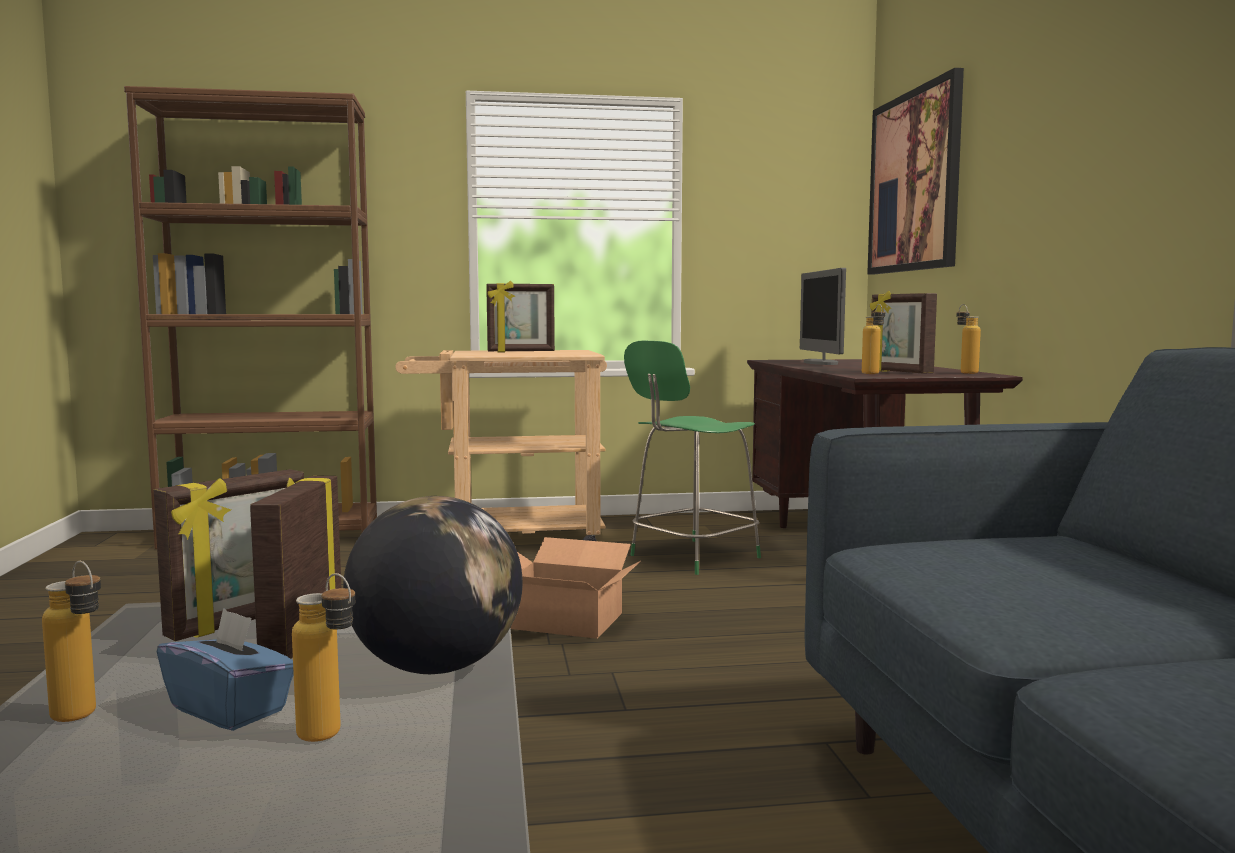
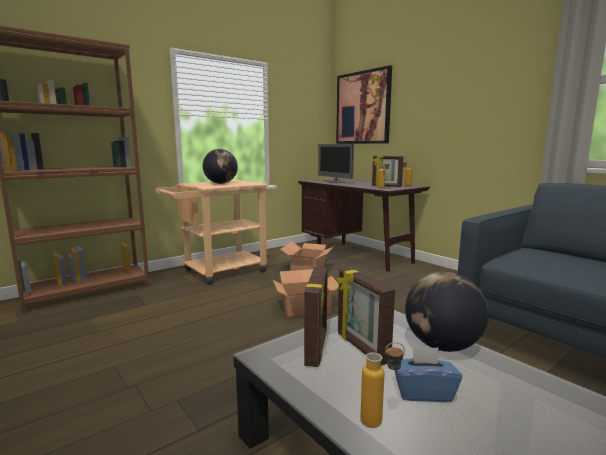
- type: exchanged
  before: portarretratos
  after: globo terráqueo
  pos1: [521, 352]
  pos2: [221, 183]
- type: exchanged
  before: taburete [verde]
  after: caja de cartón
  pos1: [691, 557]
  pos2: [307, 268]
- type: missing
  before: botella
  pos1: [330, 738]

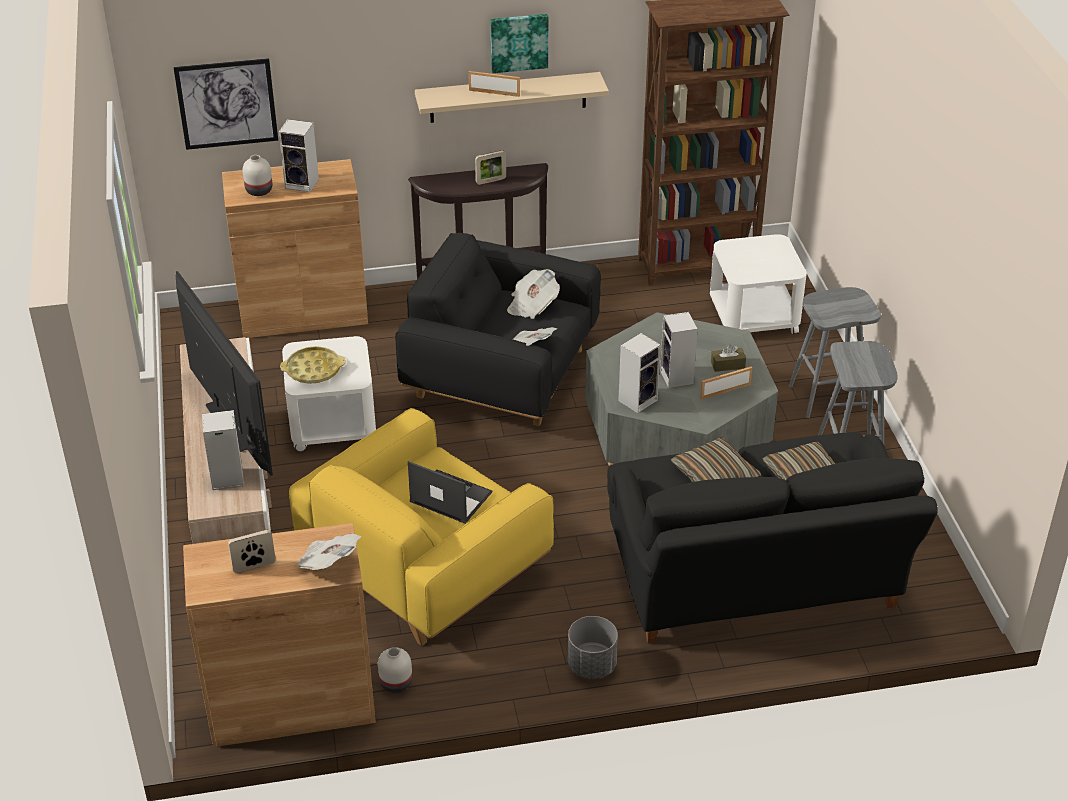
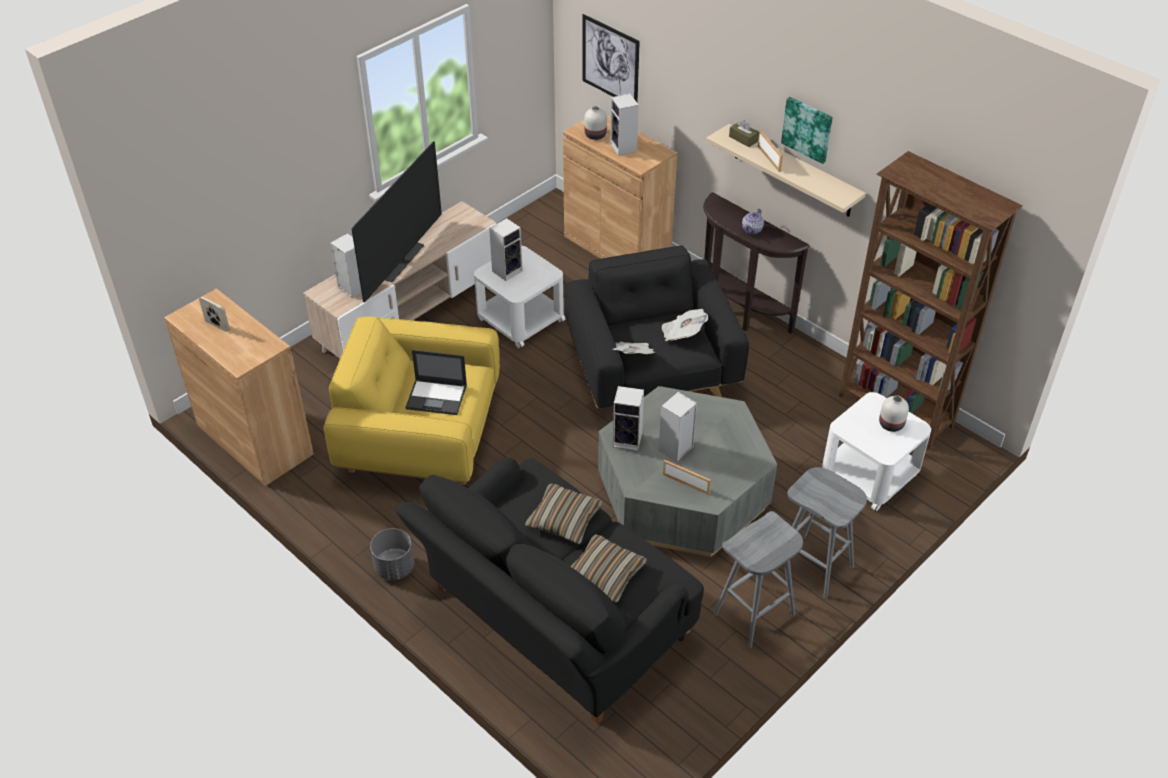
- type: spun
  before: portátil
  pos1: [450, 497]
  pos2: [437, 397]
  turn: 105
- type: exchanged
  before: bandeja [amarillo]
  after: altavoz
  pos1: [313, 369]
  pos2: [507, 270]
- type: relocated
  before: caja de pañuelos [marrón]
  pos1: [727, 365]
  pos2: [743, 139]
- type: exchanged
  before: portarretratos
  after: tetera
  pos1: [491, 181]
  pos2: [752, 229]
- type: relocated
  before: florero [blanco]
  pos1: [396, 682]
  pos2: [891, 424]
- type: missing
  before: periódico
  pos1: [329, 563]

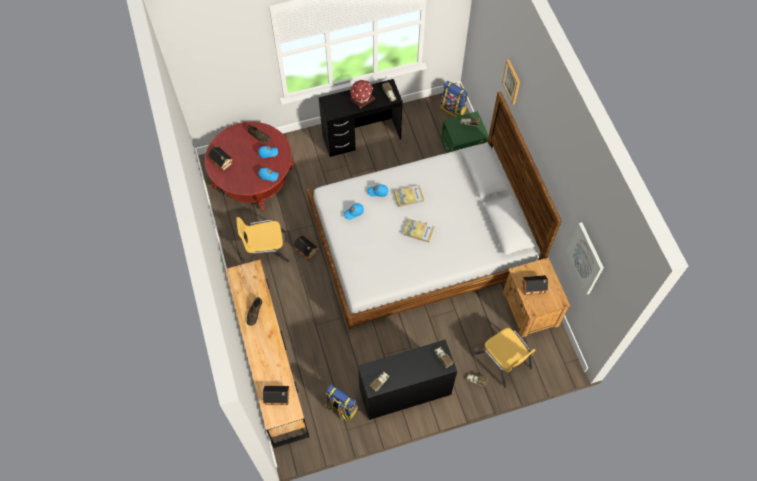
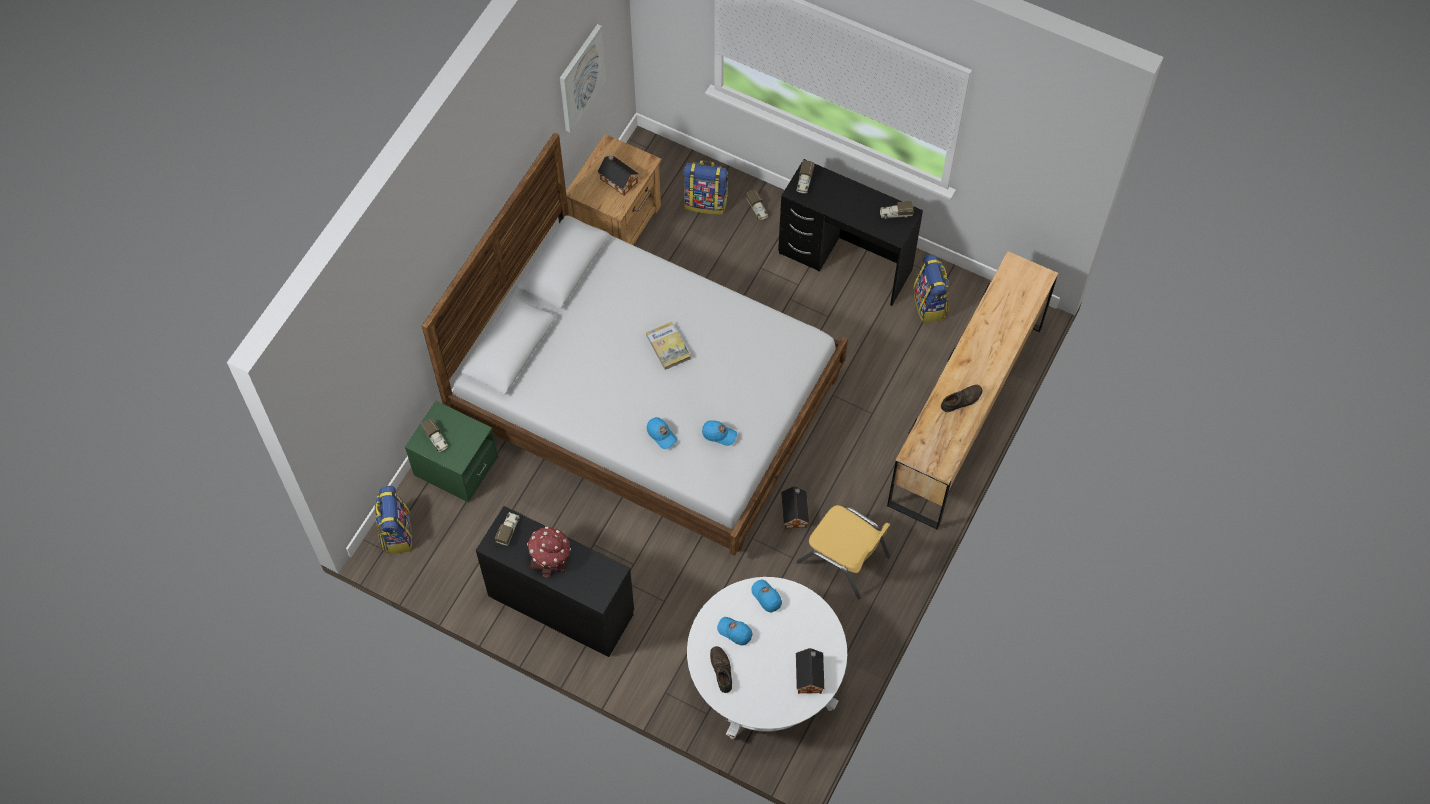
- type: exchanged
  before: silla [amarillo]
  after: mochila
  pos1: [504, 361]
  pos2: [706, 202]
- type: colour
  before: mesa de centro [rojo]
  after: mesa de centro [blanco]
  pos1: [253, 178]
  pos2: [765, 676]
- type: missing
  before: casita
  pos1: [278, 397]
- type: missing
  before: libro
  pos1: [409, 196]
- type: missing
  before: cuadro
  pos1: [512, 82]

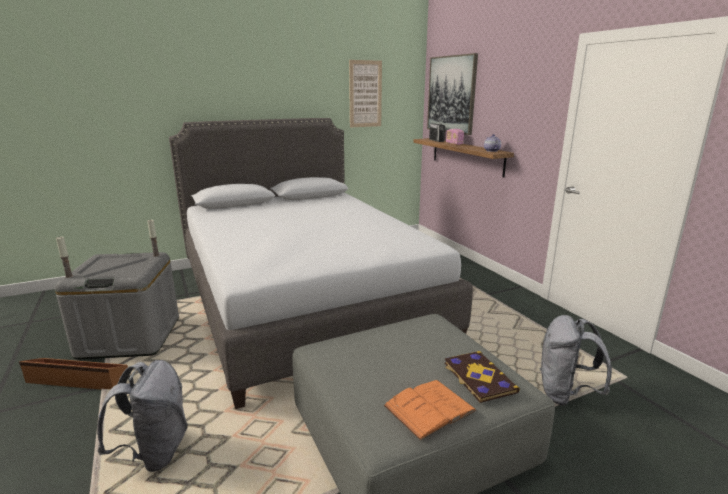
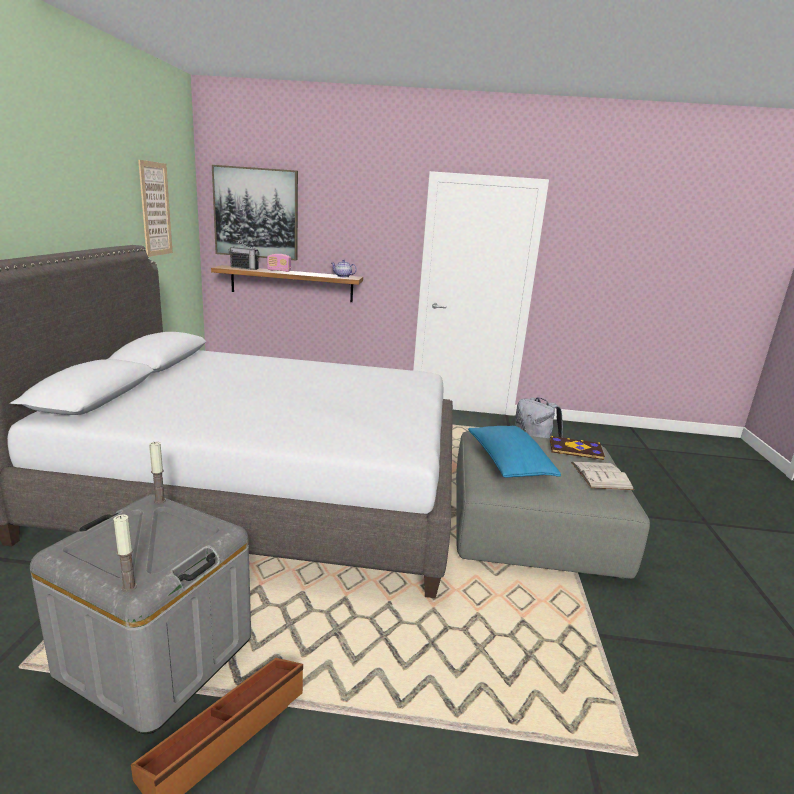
- type: appeared
  after: cojín [azul]
  pos2: [508, 464]
- type: colour
  before: libro [naranja]
  after: libro [blanco]
  pos1: [429, 408]
  pos2: [601, 475]
- type: missing
  before: mochila [gris]
  pos1: [155, 452]

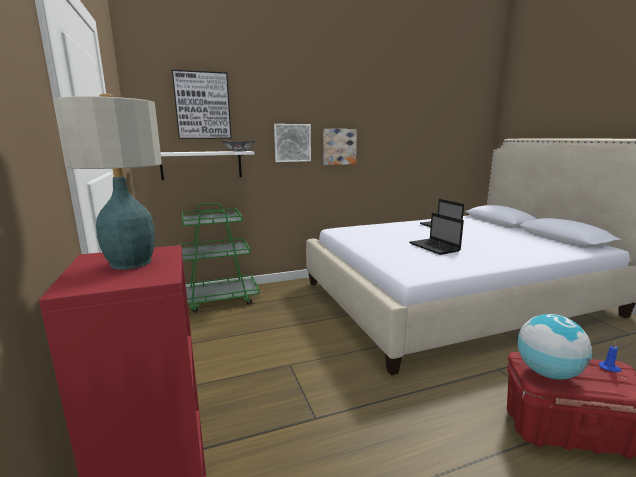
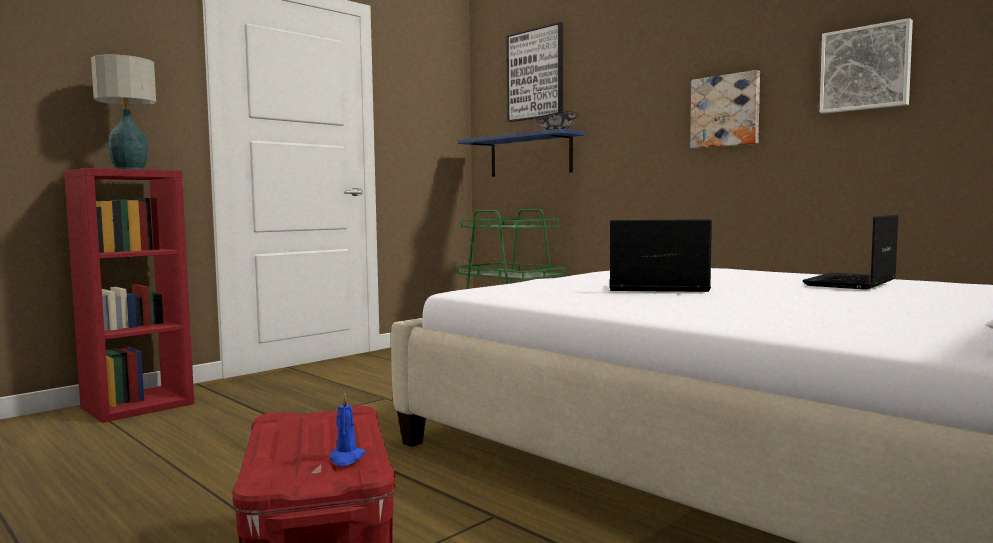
- type: colour
  before: estante [blanco]
  after: estante [azul]
  pos1: [201, 165]
  pos2: [530, 155]
- type: spun
  before: portátil
  pos1: [435, 247]
  pos2: [654, 288]
  turn: 60
- type: relocated
  before: cuadro
  pos1: [292, 143]
  pos2: [865, 68]
- type: missing
  before: globo terráqueo
  pos1: [547, 373]

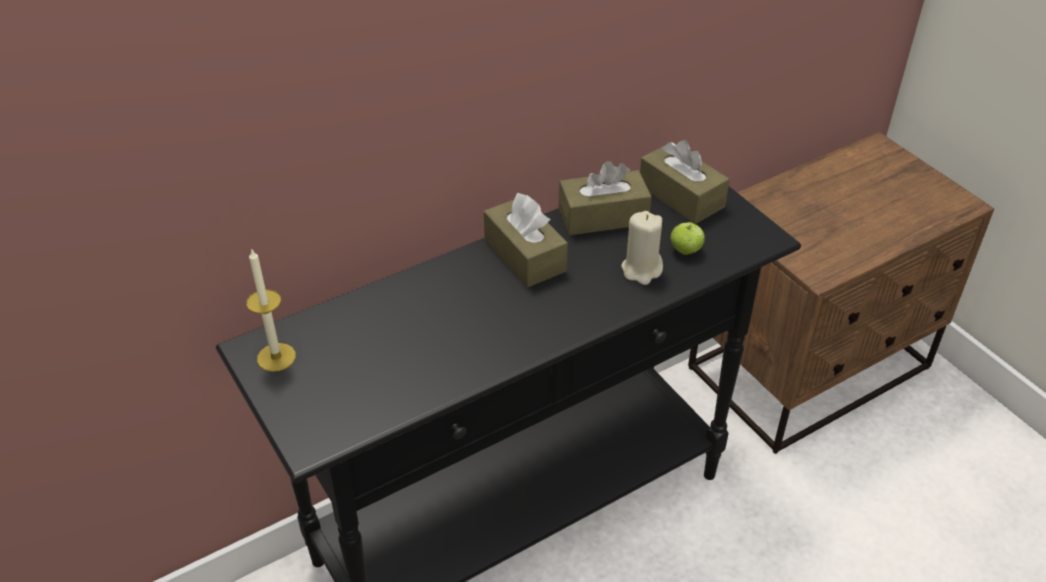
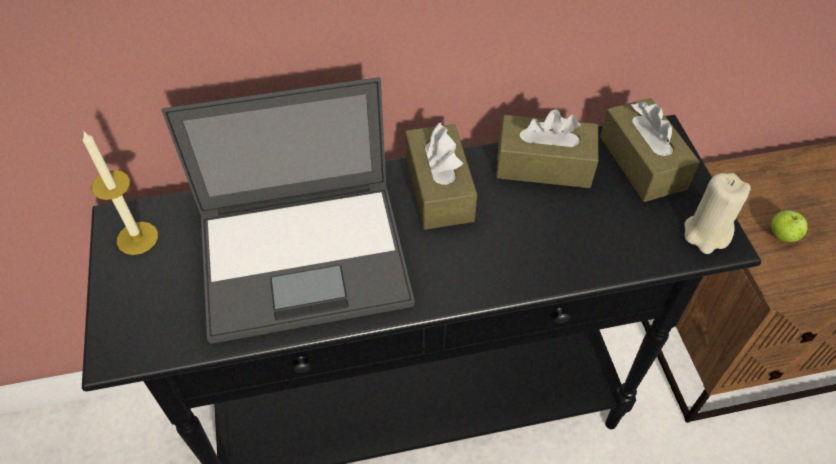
- type: appeared
  after: portátil
  pos2: [307, 257]
- type: relocated
  before: vela [beis]
  pos1: [641, 270]
  pos2: [706, 234]
- type: relocated
  before: manzana
  pos1: [685, 250]
  pos2: [782, 236]

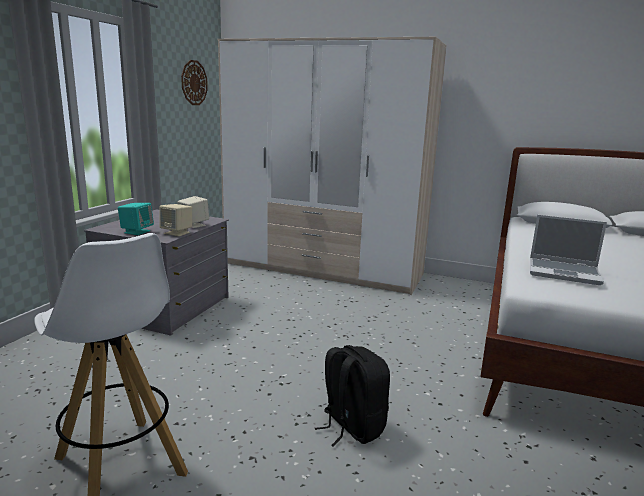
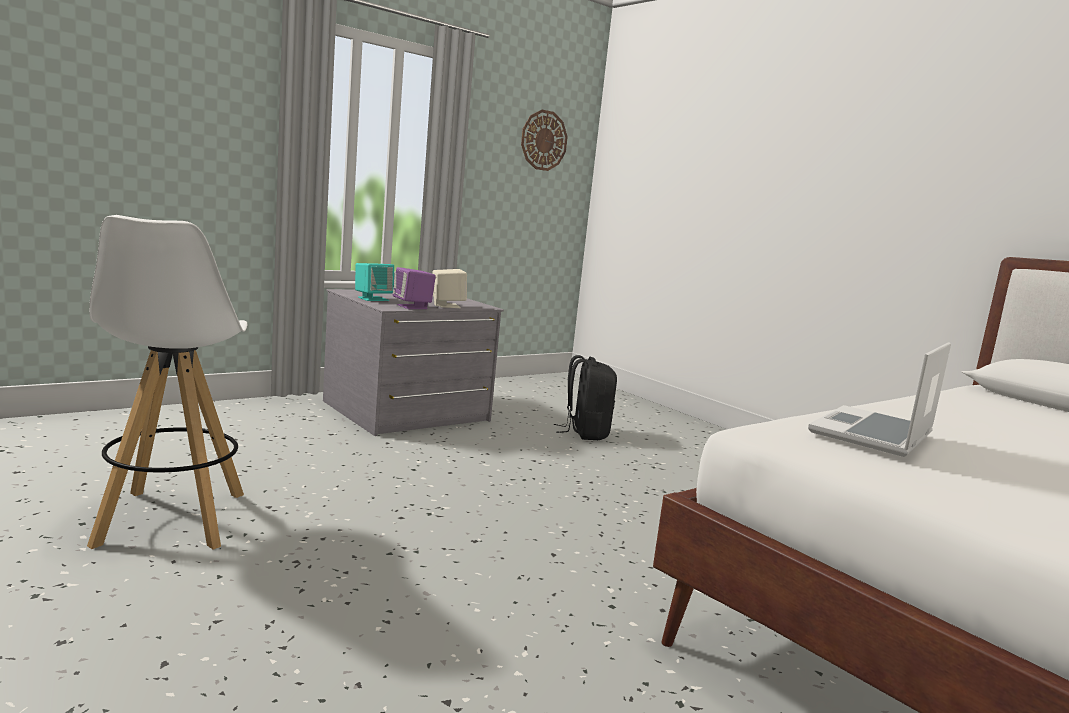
- type: colour
  before: altavoz [beis]
  after: altavoz [morado]
  pos1: [177, 233]
  pos2: [412, 307]
- type: relocated
  before: mochila [negro]
  pos1: [351, 427]
  pos2: [585, 433]
- type: spun
  before: portátil
  pos1: [564, 272]
  pos2: [873, 434]
  turn: 75
- type: missing
  before: armario ropero
  pos1: [322, 269]

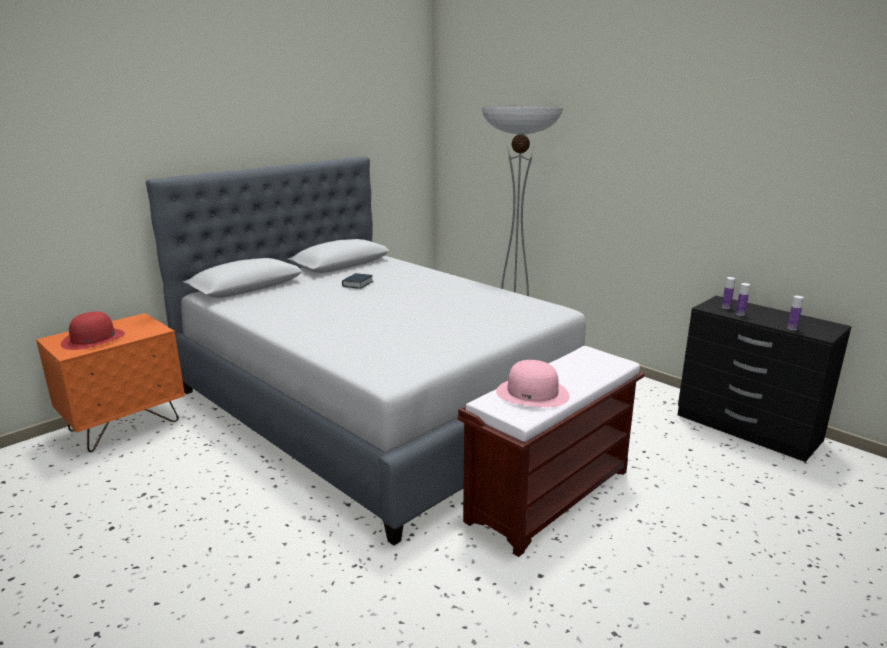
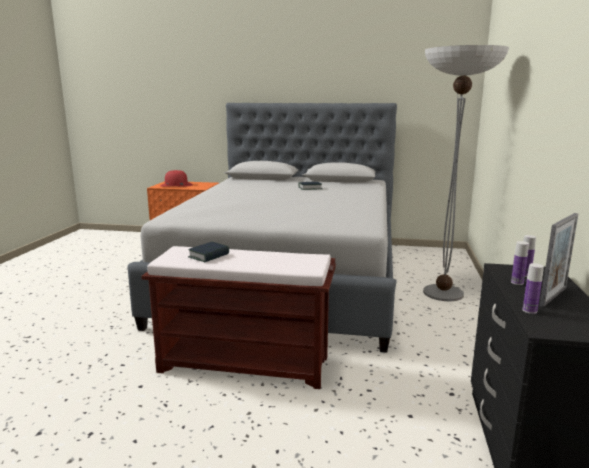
- type: exchanged
  before: sombrero [rosa]
  after: libro
  pos1: [532, 393]
  pos2: [209, 256]
- type: appeared
  after: portarretratos
  pos2: [553, 296]

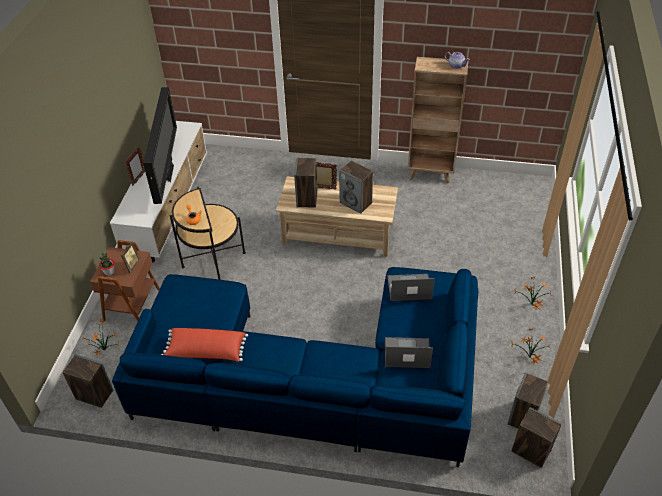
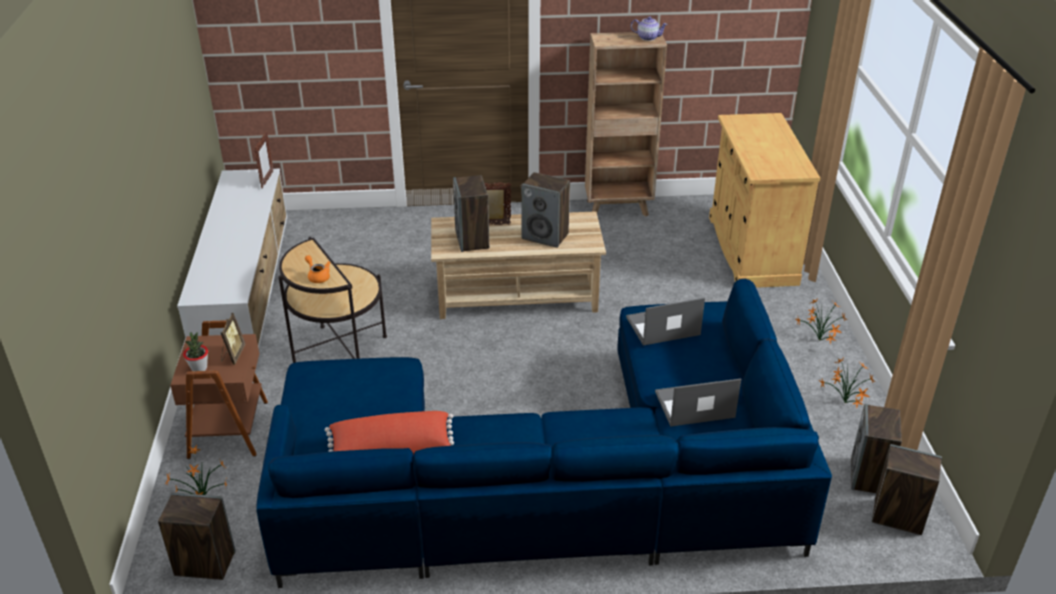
- type: relocated
  before: portarretratos
  pos1: [139, 178]
  pos2: [267, 180]
- type: appeared
  after: armario [beis]
  pos2: [751, 250]
- type: missing
  before: televisor
  pos1: [168, 172]

